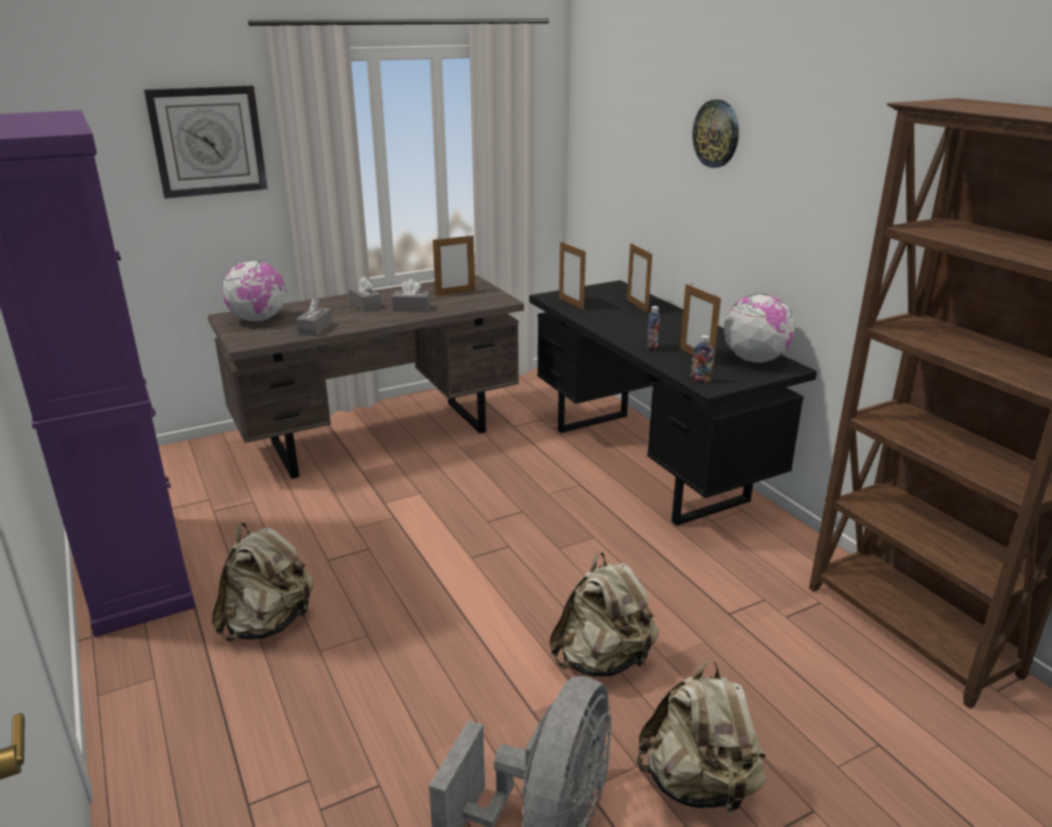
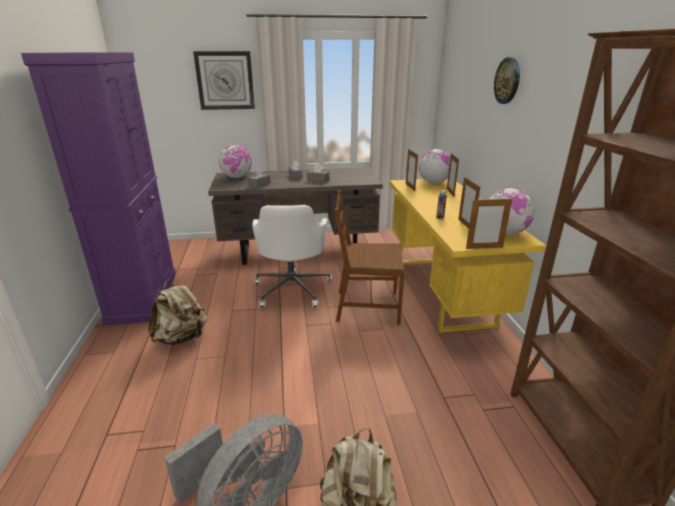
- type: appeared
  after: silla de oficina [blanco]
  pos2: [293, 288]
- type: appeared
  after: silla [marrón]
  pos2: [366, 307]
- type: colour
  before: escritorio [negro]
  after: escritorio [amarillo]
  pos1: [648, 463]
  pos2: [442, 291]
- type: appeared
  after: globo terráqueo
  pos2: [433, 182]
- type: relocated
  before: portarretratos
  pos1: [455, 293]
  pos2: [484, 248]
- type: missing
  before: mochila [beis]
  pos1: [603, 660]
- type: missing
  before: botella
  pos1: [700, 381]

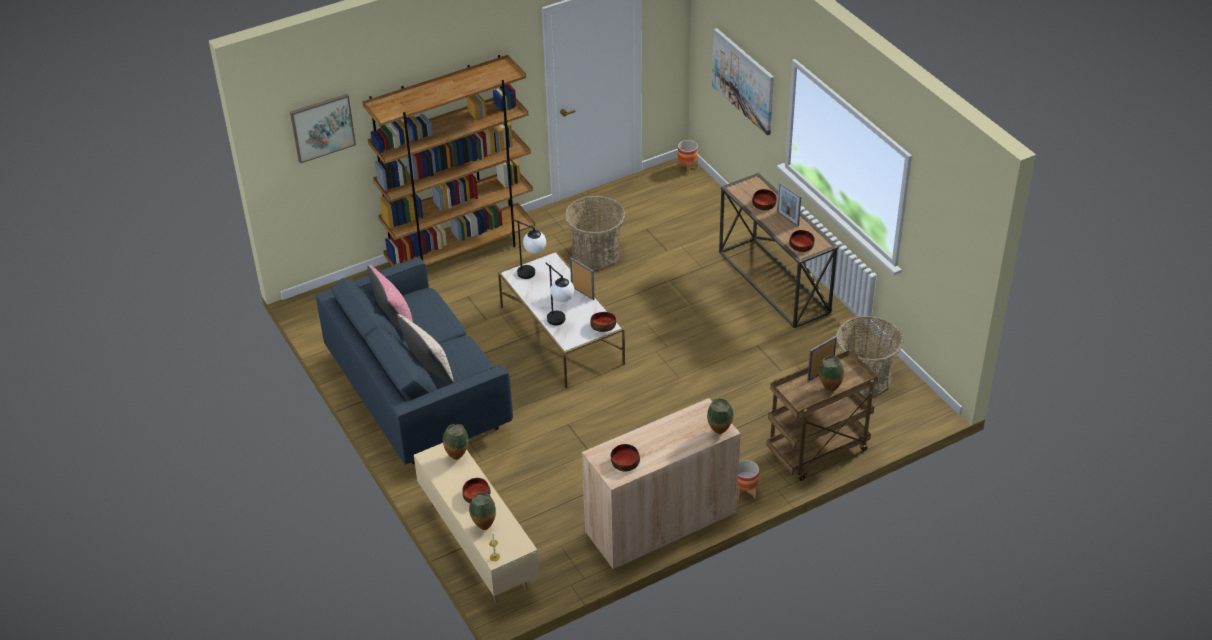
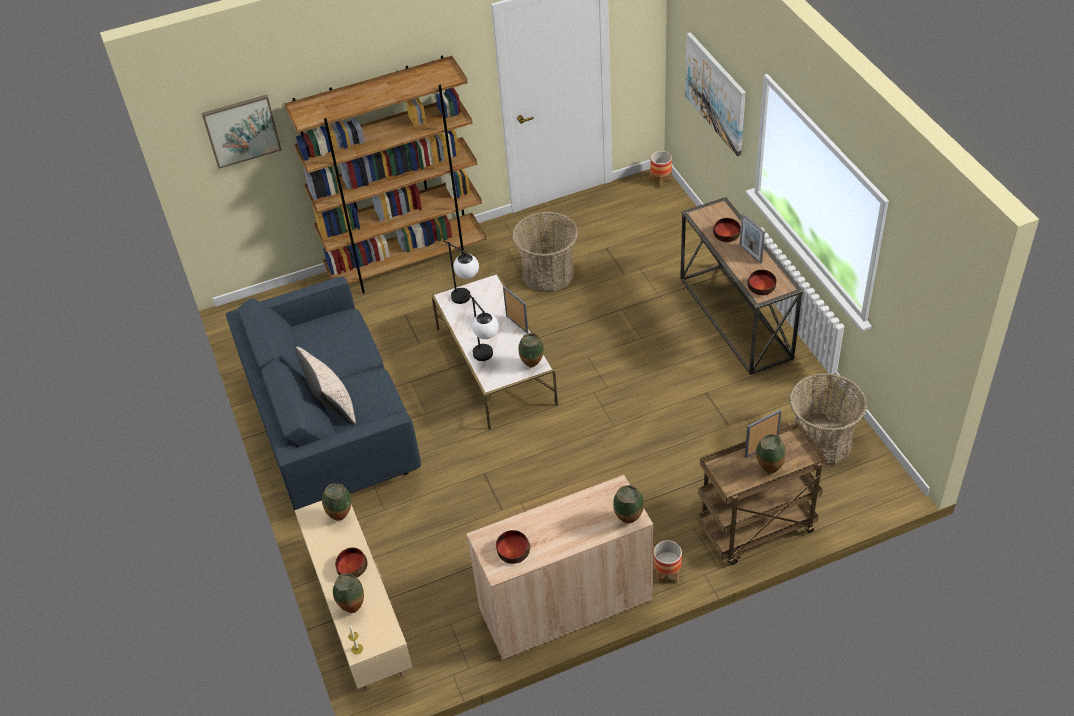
- type: exchanged
  before: cuenco
  after: florero
  pos1: [603, 326]
  pos2: [533, 365]
- type: missing
  before: cojín [rosa]
  pos1: [395, 322]

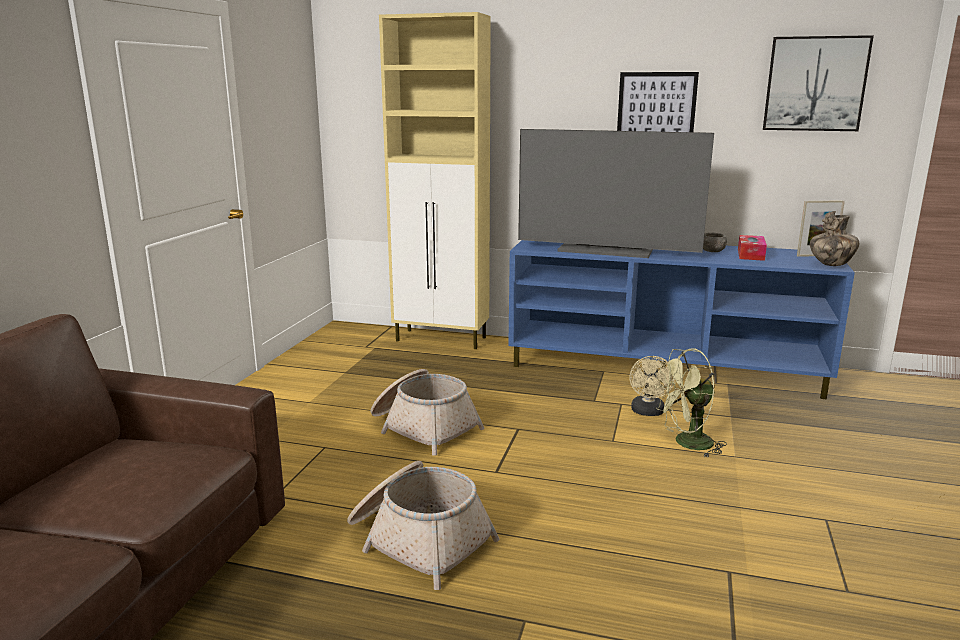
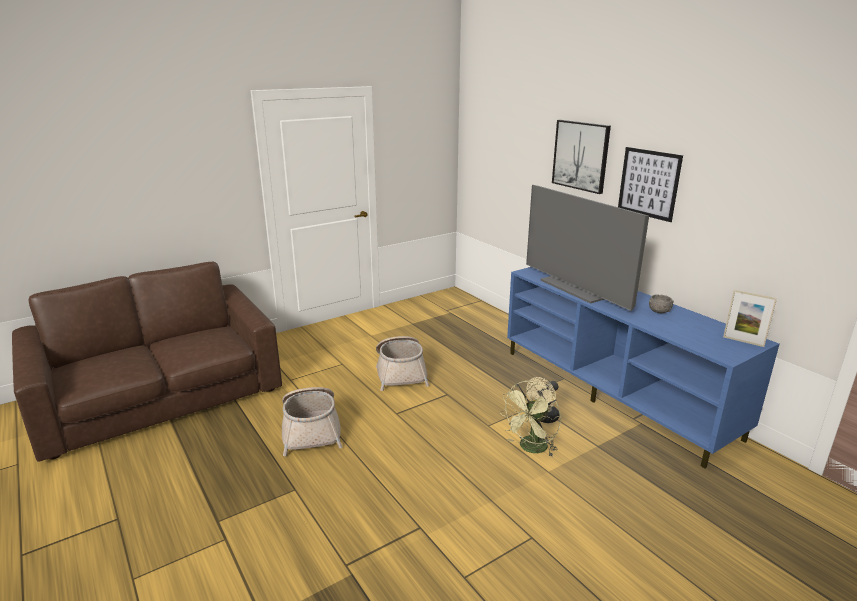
- type: spun
  before: ventilador [verde]
  pos1: [686, 444]
  pos2: [530, 449]
  turn: -75
- type: relocated
  before: cuadro
  pos1: [815, 84]
  pos2: [581, 155]
- type: missing
  before: armario [beis]
  pos1: [442, 339]
- type: missing
  before: caja de pañuelos
  pos1: [750, 254]
- type: missing
  before: florero
  pos1: [831, 264]

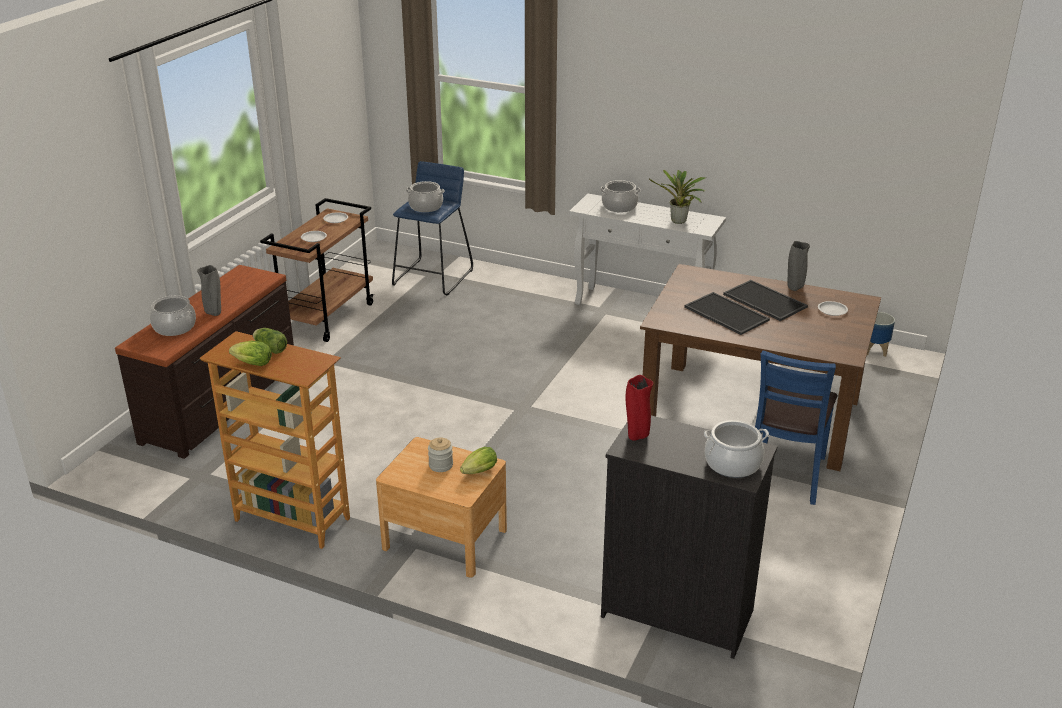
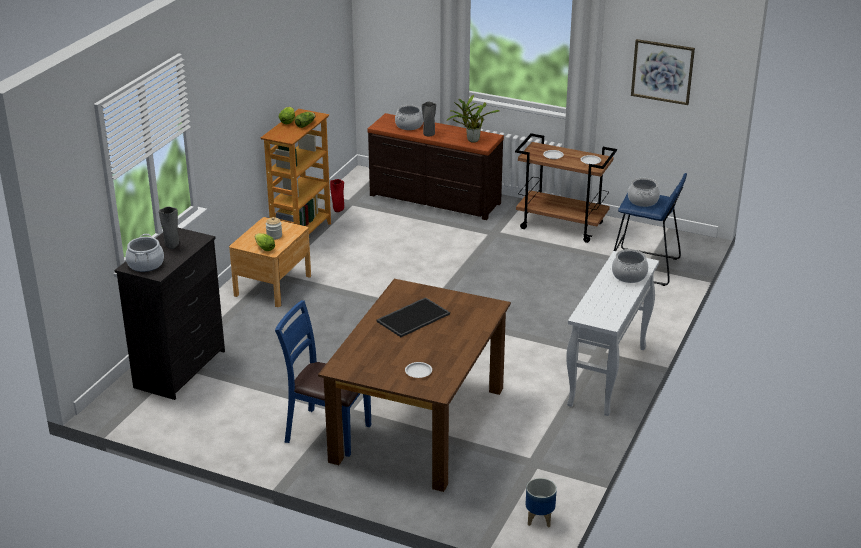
- type: relocated
  before: florero [gris]
  pos1: [794, 288]
  pos2: [172, 246]
- type: relocated
  before: florero [rojo]
  pos1: [637, 436]
  pos2: [338, 210]
- type: relocated
  before: planta en maceta
  pos1: [679, 222]
  pos2: [471, 140]
- type: appeared
  after: cuadro
  pos2: [662, 71]
- type: missing
  before: bandeja
  pos1: [763, 301]

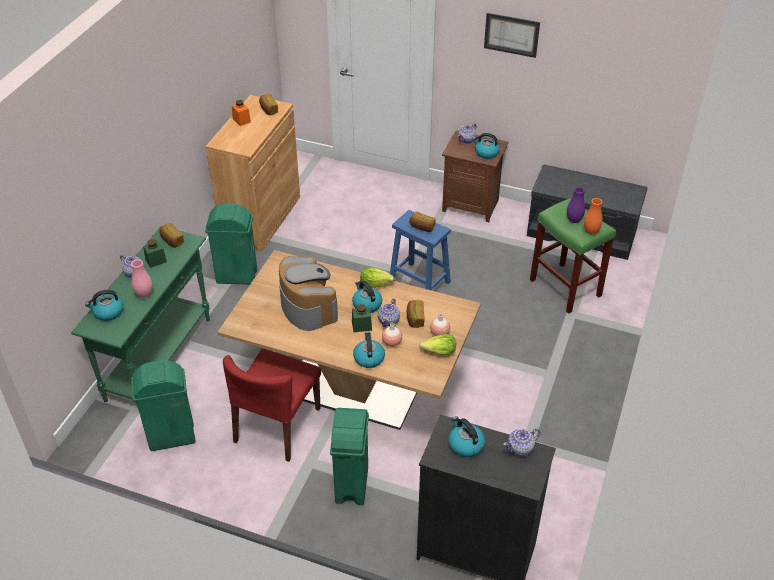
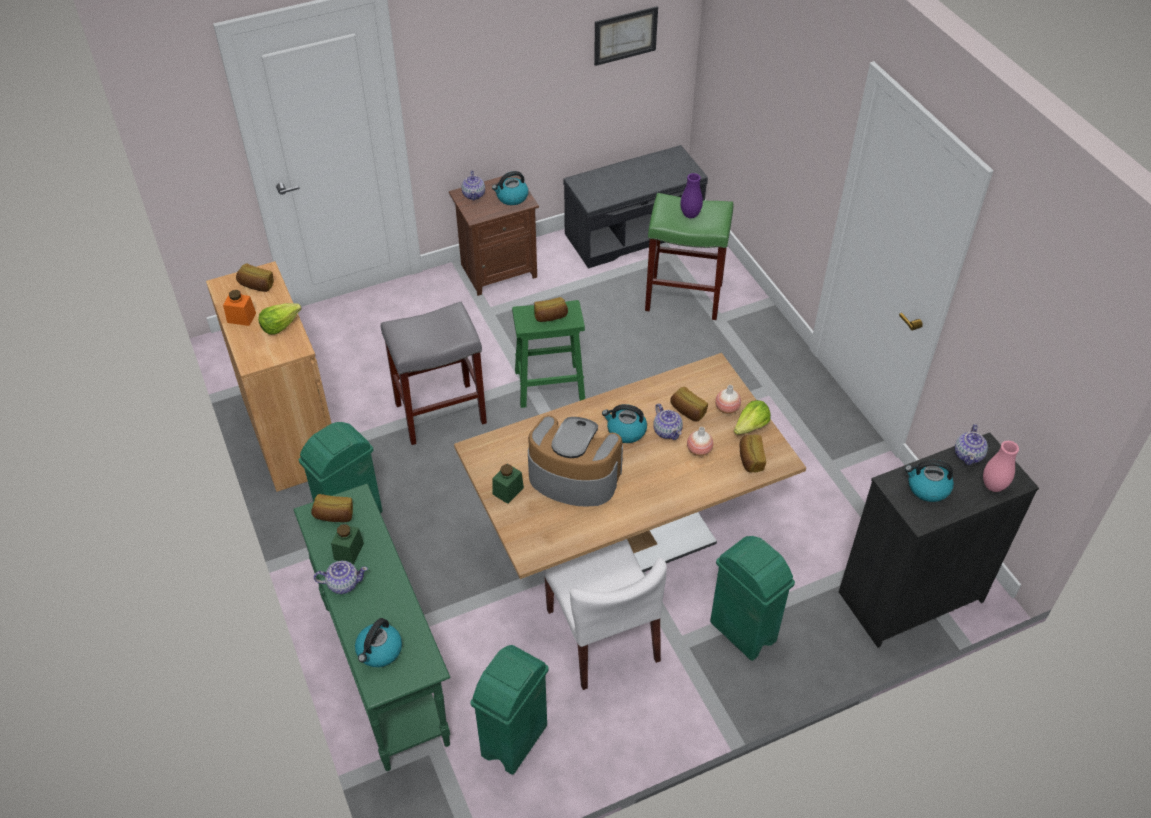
- type: relocated
  before: lechuga
  pos1: [375, 284]
  pos2: [280, 325]
- type: appeared
  after: taburete [gris]
  pos2: [439, 414]
- type: relocated
  before: tarro [verde]
  pos1: [361, 326]
  pos2: [508, 491]
- type: colour
  before: taburete [azul]
  after: taburete [verde]
  pos1: [418, 282]
  pos2: [548, 385]
- type: colour
  before: silla [rojo]
  after: silla [blanco]
  pos1: [277, 425]
  pos2: [603, 636]
- type: relocated
  before: cuadro
  pos1: [511, 34]
  pos2: [625, 35]
- type: appeared
  after: pan
  pos2: [750, 459]
- type: relocated
  before: florero [rosa]
  pos1: [144, 294]
  pos2: [993, 486]
- type: missing
  before: hervidor
  pos1: [368, 358]
- type: missing
  before: florero [naranja]
  pos1: [591, 232]

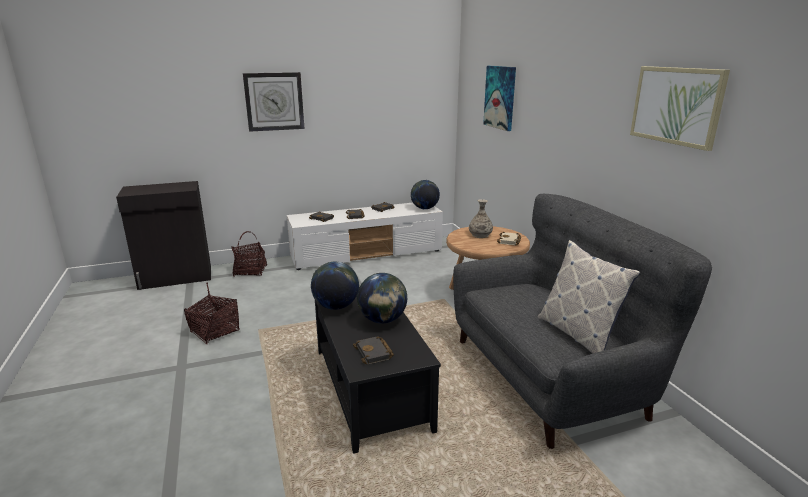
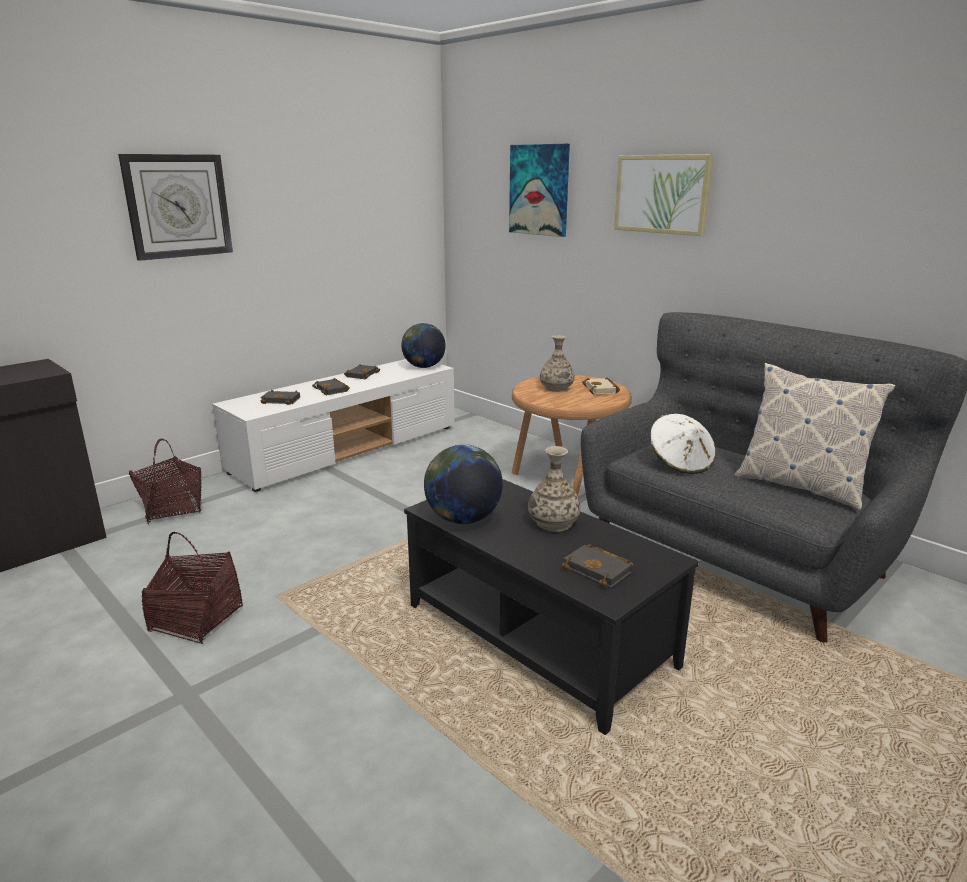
- type: exchanged
  before: globo terráqueo
  after: florero
  pos1: [382, 320]
  pos2: [553, 523]
- type: relocated
  before: cuadro
  pos1: [676, 105]
  pos2: [662, 194]
- type: appeared
  after: sombrero [blanco]
  pos2: [680, 463]

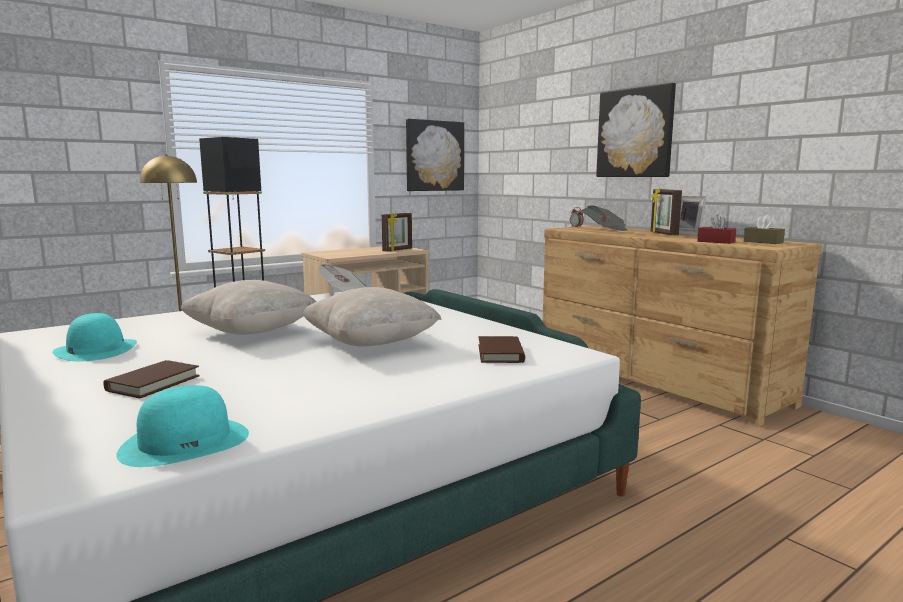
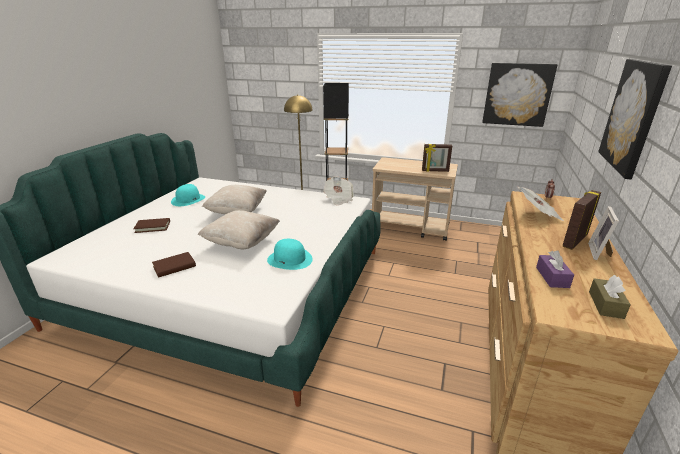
- type: relocated
  before: libro [marrón]
  pos1: [500, 353]
  pos2: [174, 266]
- type: relocated
  before: sombrero [turquesa]
  pos1: [185, 442]
  pos2: [290, 259]
- type: colour
  before: caja de pañuelos [rojo]
  after: caja de pañuelos [morado]
  pos1: [716, 242]
  pos2: [552, 277]

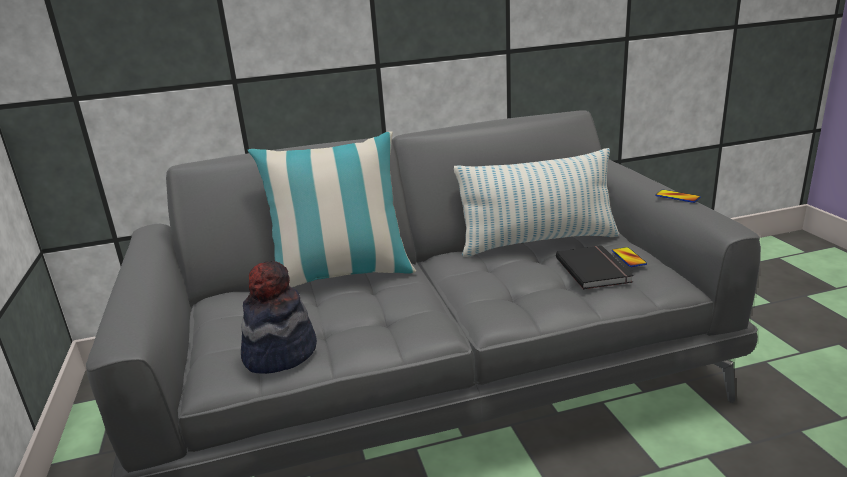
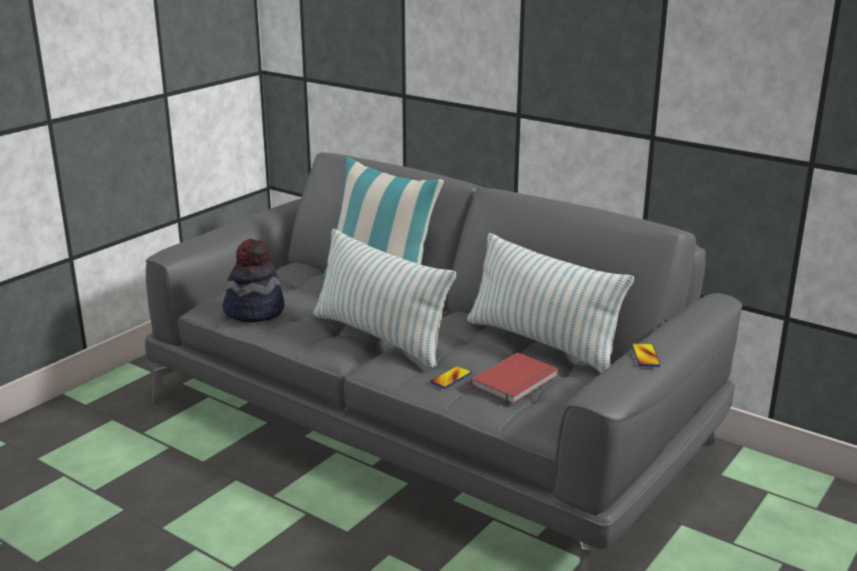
- type: appeared
  after: cojín
  pos2: [380, 337]
- type: relocated
  before: móvil
  pos1: [628, 258]
  pos2: [451, 378]
- type: colour
  before: libro [negro]
  after: libro [rojo]
  pos1: [594, 269]
  pos2: [517, 381]

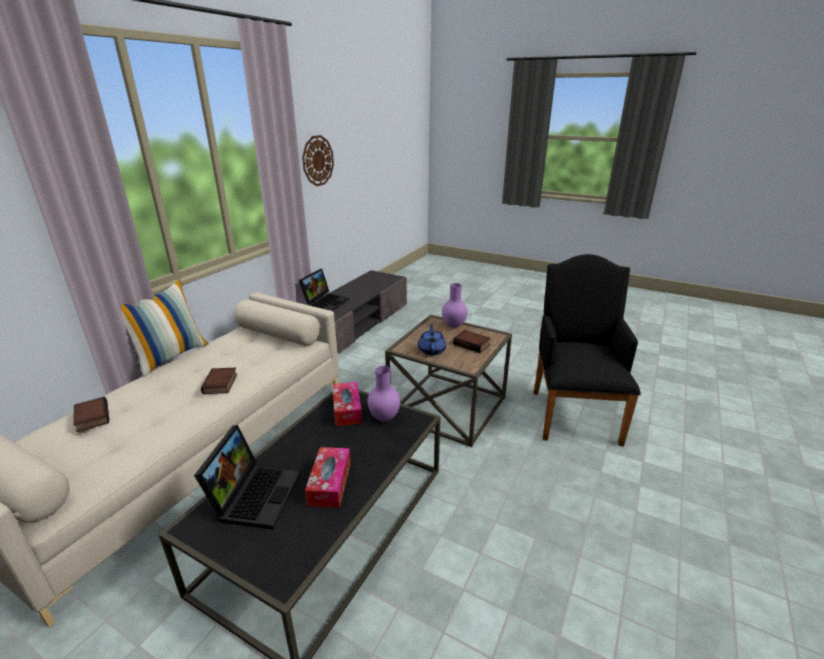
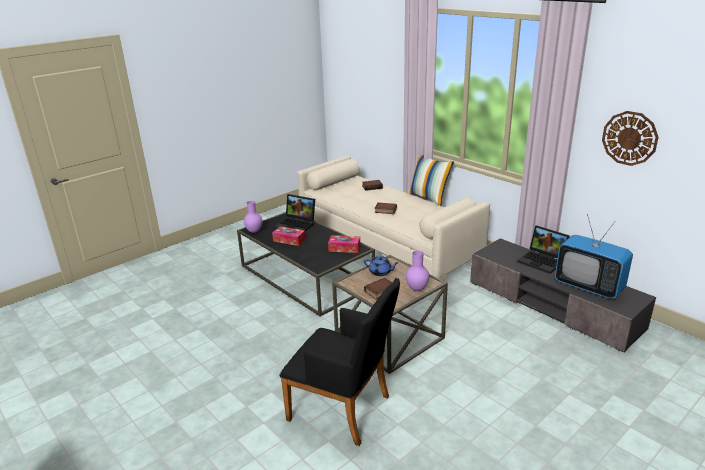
- type: relocated
  before: florero [morado]
  pos1: [385, 418]
  pos2: [254, 232]
- type: appeared
  after: televisor
  pos2: [589, 286]

